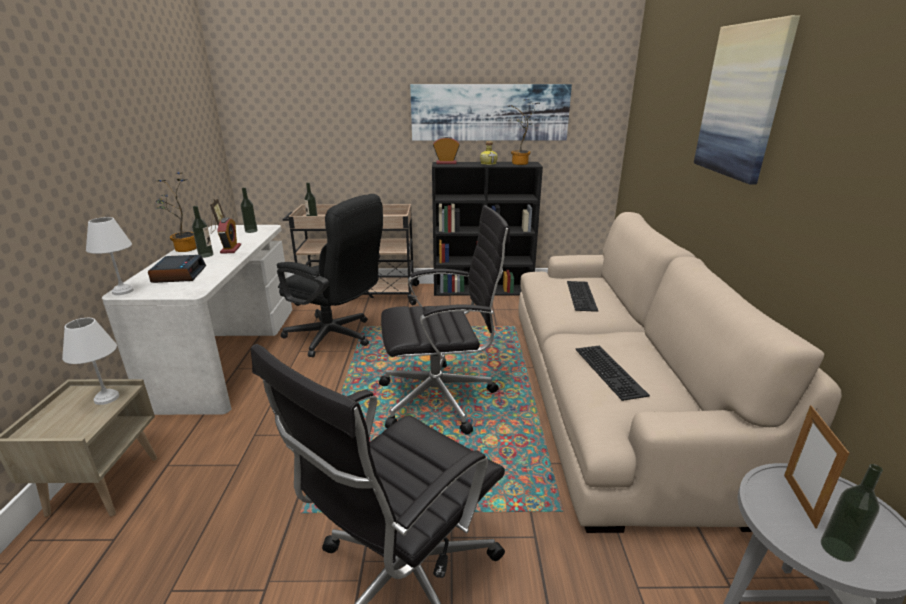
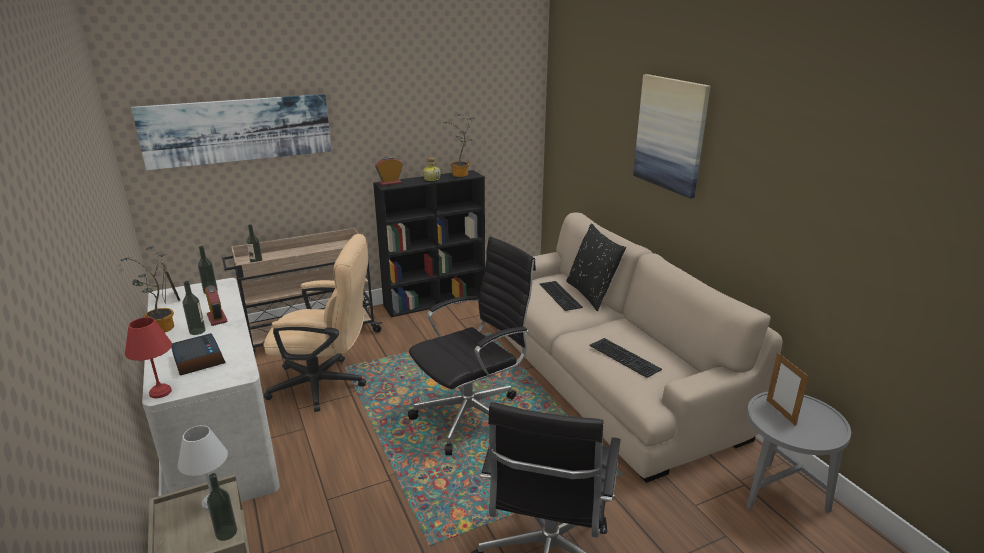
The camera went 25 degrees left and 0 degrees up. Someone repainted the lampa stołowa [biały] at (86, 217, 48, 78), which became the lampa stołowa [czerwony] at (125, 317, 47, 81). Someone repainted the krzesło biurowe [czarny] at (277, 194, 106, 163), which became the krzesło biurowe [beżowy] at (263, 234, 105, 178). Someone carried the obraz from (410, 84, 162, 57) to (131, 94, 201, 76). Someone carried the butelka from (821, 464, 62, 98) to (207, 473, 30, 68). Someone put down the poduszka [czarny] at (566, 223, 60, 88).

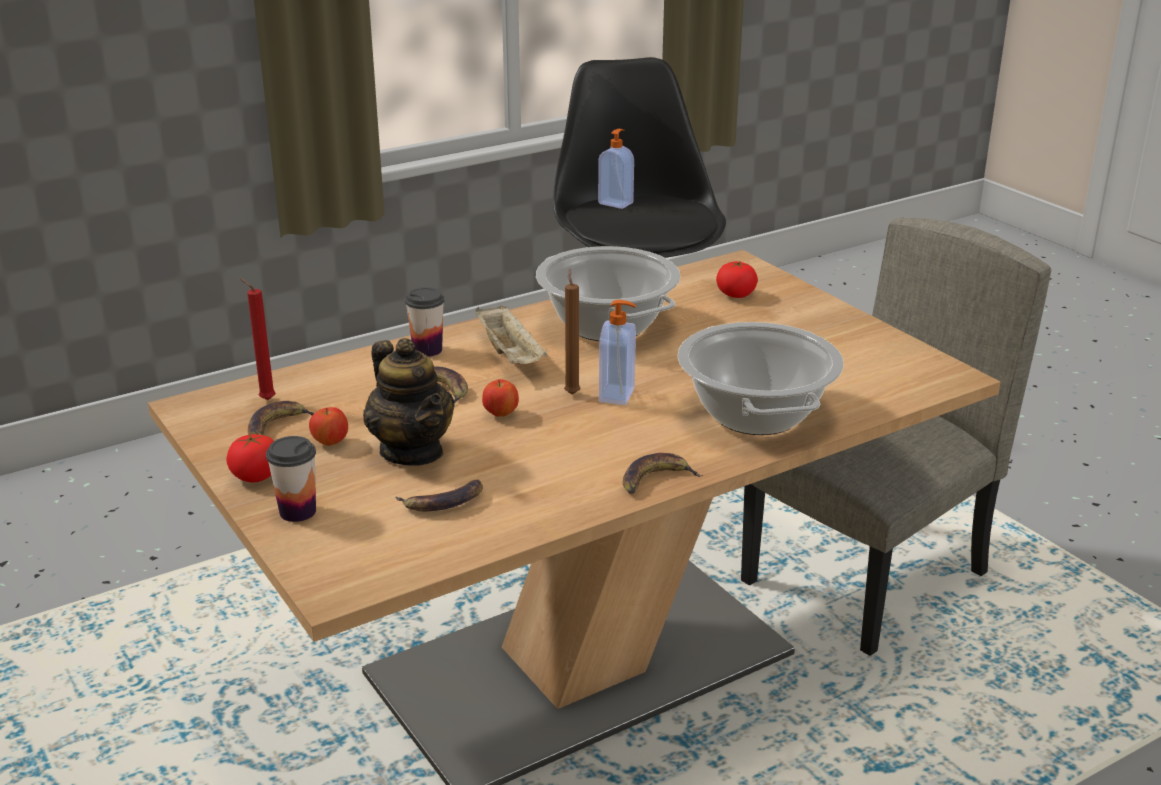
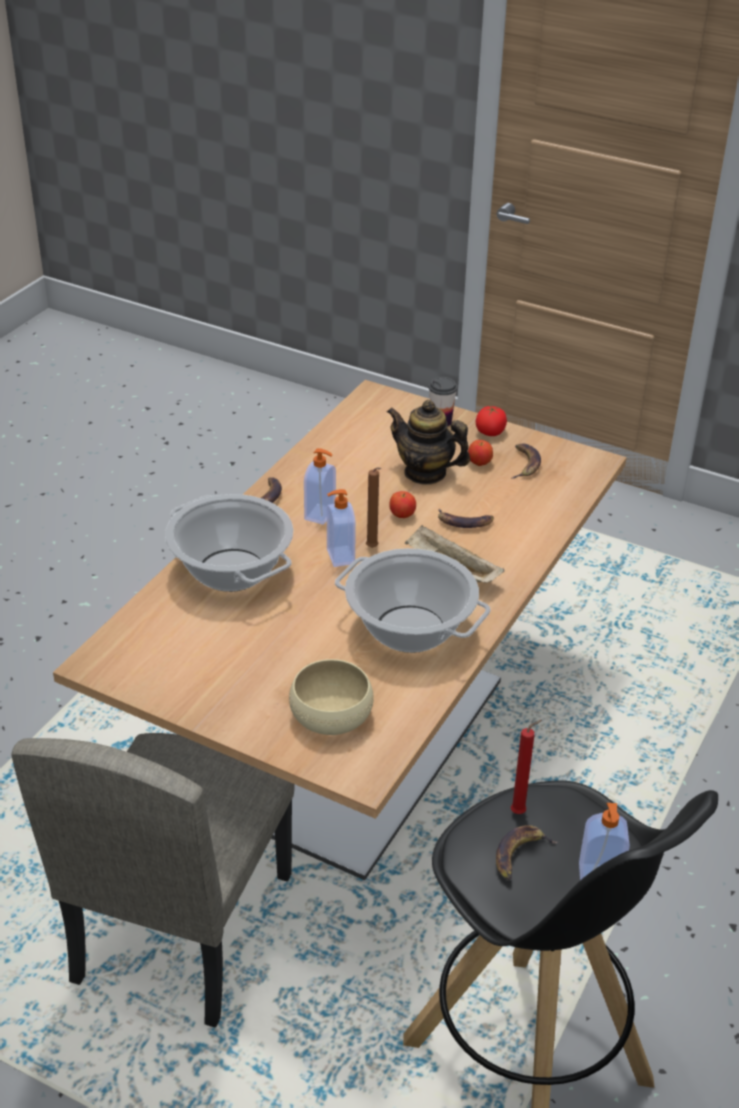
The camera went 150 degrees right and 10 degrees up. Someone carried the świeca [czerwony] from (239, 278, 36, 122) to (511, 720, 31, 94). Someone carried the banan from (396, 479, 87, 32) to (496, 825, 62, 55). Someone took away the filiżanka at (405, 287, 40, 70). Someone swapped the pomidor at (716, 261, 42, 37) for the miska [beżowy] at (289, 659, 85, 76). Someone put down the dozownik mydła at (304, 448, 32, 77).

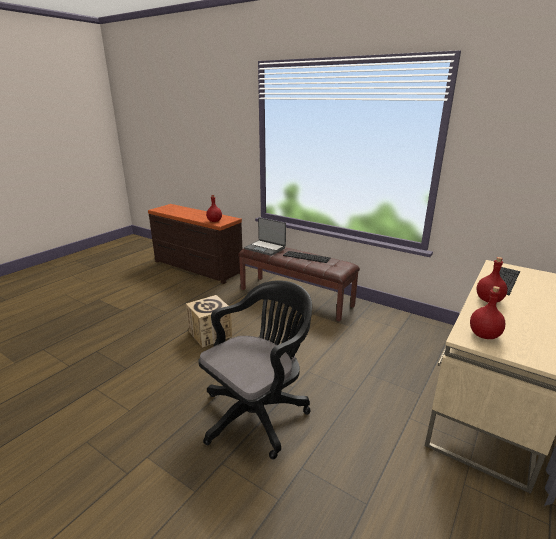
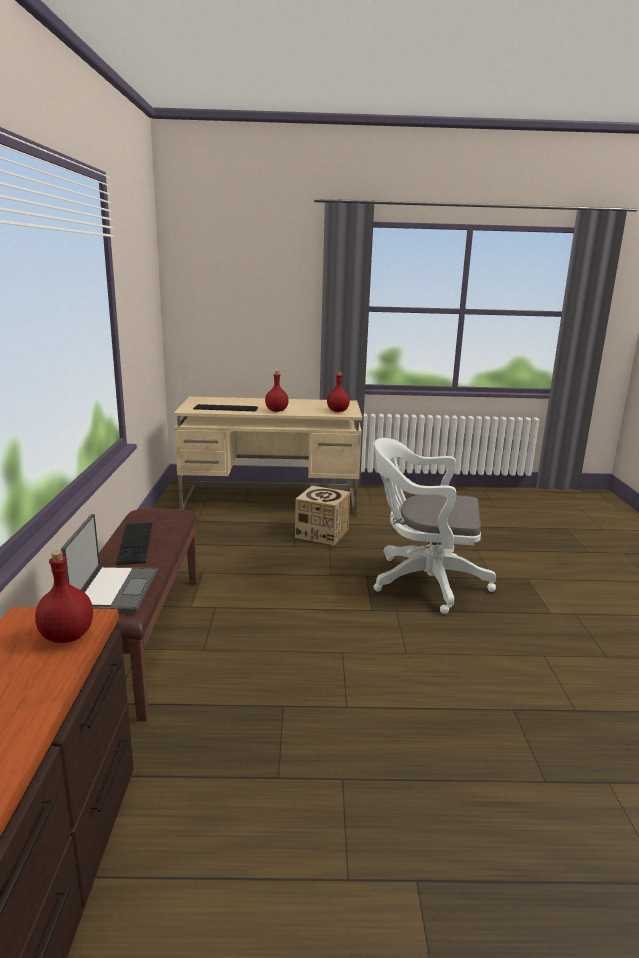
The camera went 125 degrees left and 5 degrees down. Someone carried the karton from (186, 295, 46, 53) to (295, 486, 55, 59). Someone repainted the krzesło biurowe [czarny] at (198, 280, 114, 180), which became the krzesło biurowe [biały] at (374, 438, 122, 176).

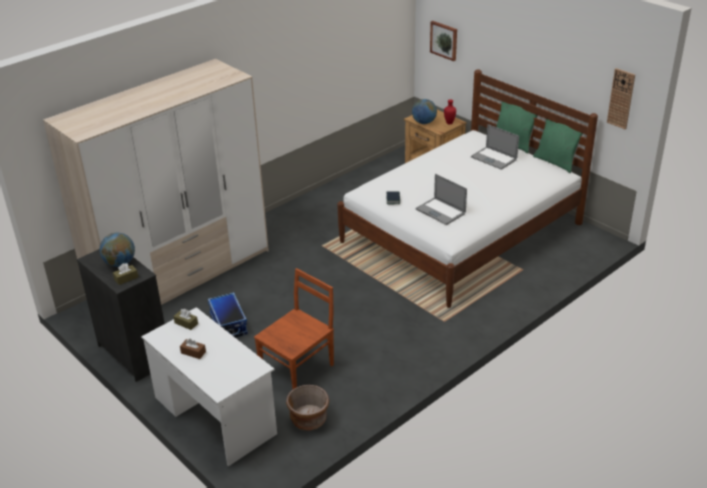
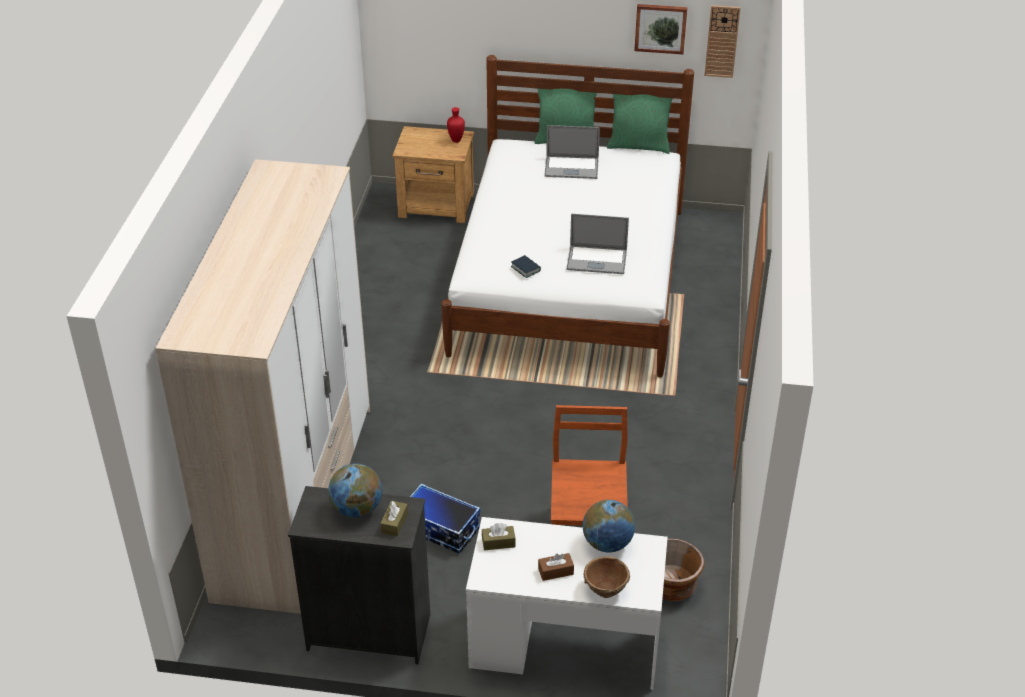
The camera went 40 degrees left and 5 degrees up. Someone carried the globus from (412, 99, 25, 25) to (583, 500, 52, 52). Someone carried the obraz from (430, 21, 27, 40) to (634, 4, 54, 50). Someone put down the miska [brązowy] at (583, 556, 47, 42).

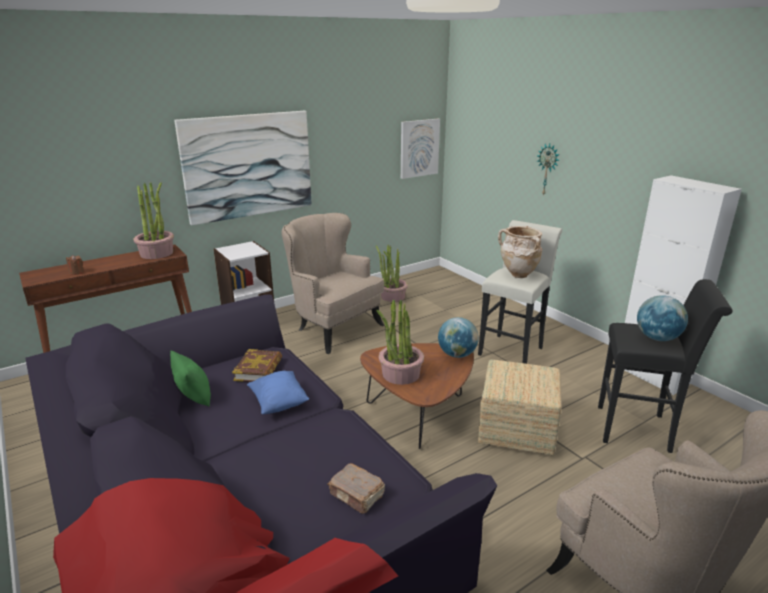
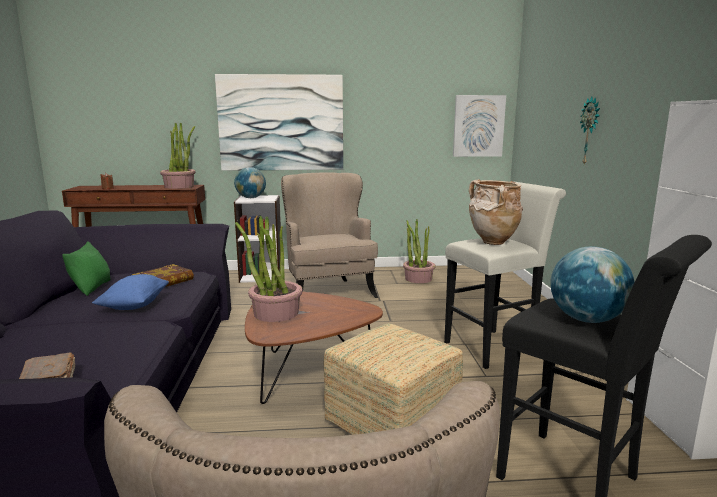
The camera went 30 degrees right and 10 degrees down. Someone carried the globus from (438, 317, 41, 41) to (234, 167, 32, 31).

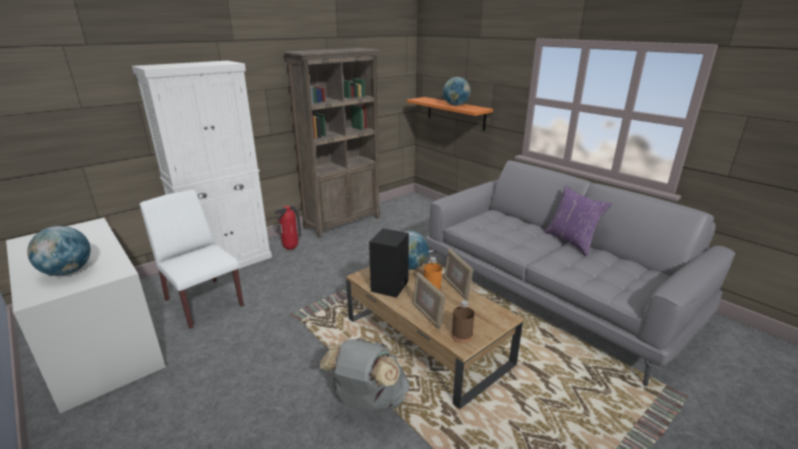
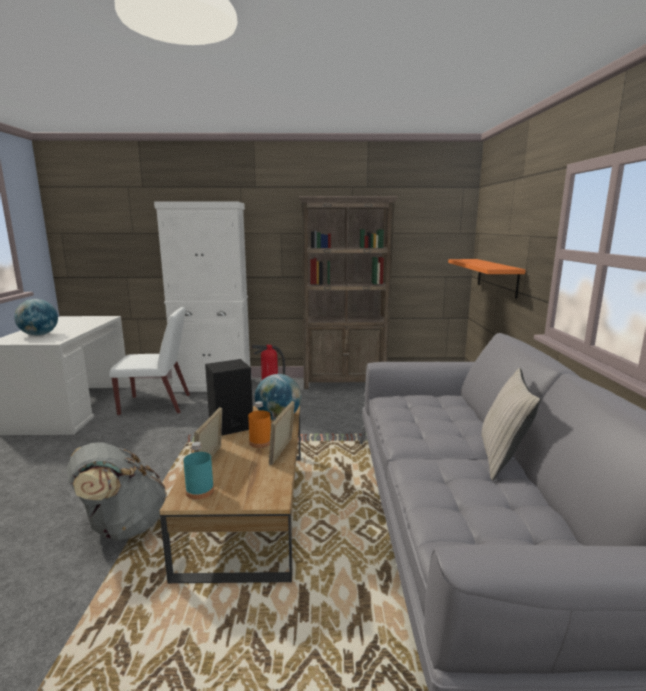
The camera went 40 degrees right and 10 degrees down. Someone rotated the krzesło [biały] at (140, 190, 104, 139) by 90 degrees clockwise. Someone took away the globus at (443, 77, 28, 29). Someone repainted the butelka [brązowy] at (451, 300, 23, 43), which became the butelka [turkusowy] at (183, 442, 31, 58). Someone repainted the poduszka [fioletowy] at (544, 185, 68, 71), which became the poduszka [beżowy] at (481, 368, 60, 113).

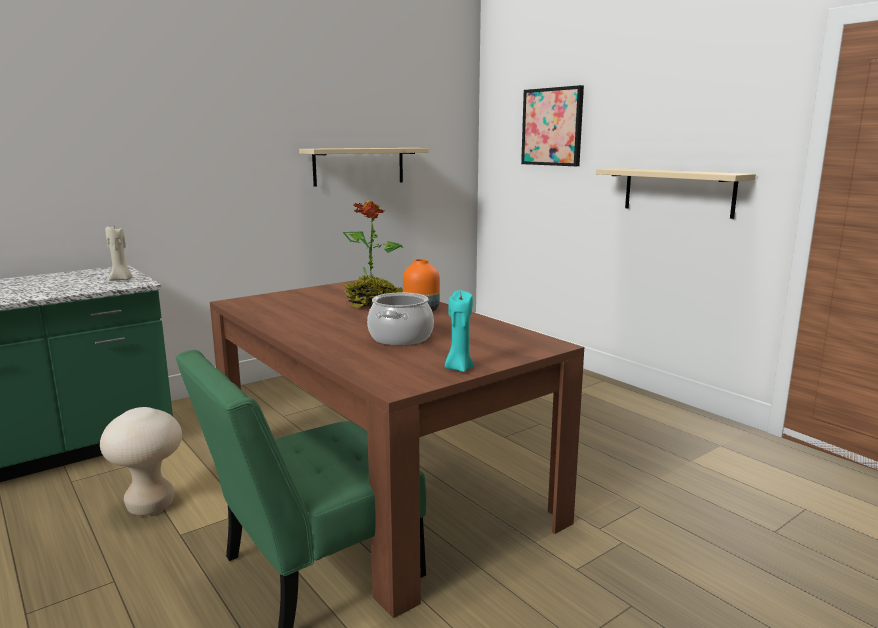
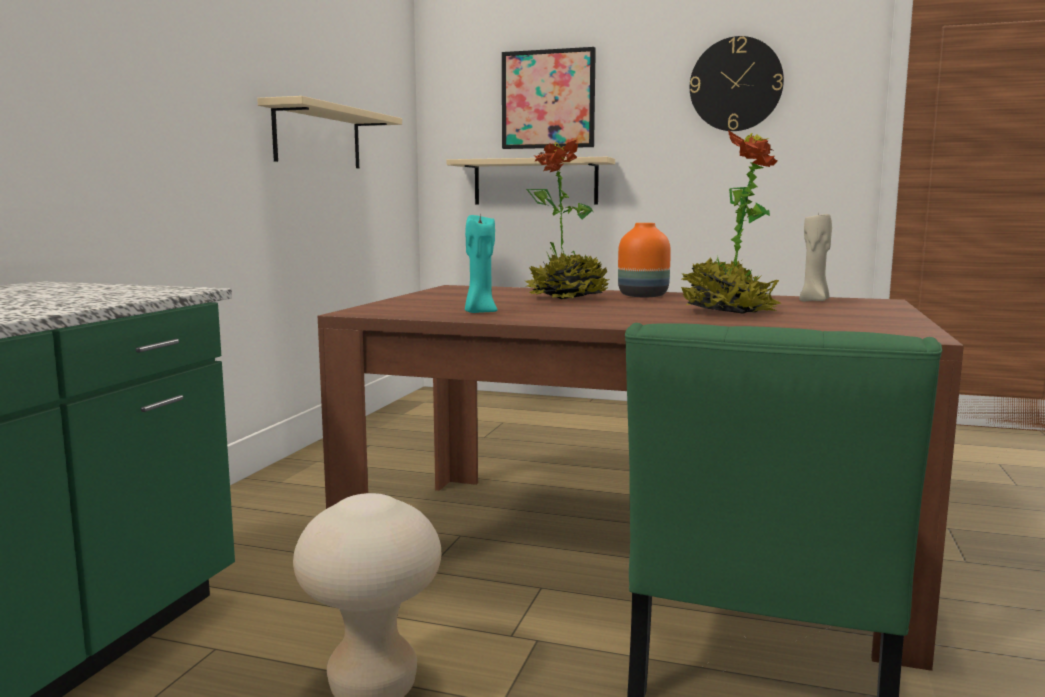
The camera went 35 degrees left and 5 degrees down. Someone carried the świeca [beżowy] from (105, 227, 27, 54) to (799, 214, 33, 87). Someone swapped the garnek at (367, 292, 67, 53) for the roślina doniczkowa at (681, 130, 100, 184). Someone carried the świeca [turkusowy] from (445, 290, 29, 82) to (465, 215, 32, 98). Someone carried the półka [beżowy] from (596, 168, 160, 51) to (447, 157, 168, 48). Someone put up the zegar ścienny at (690, 36, 94, 95).

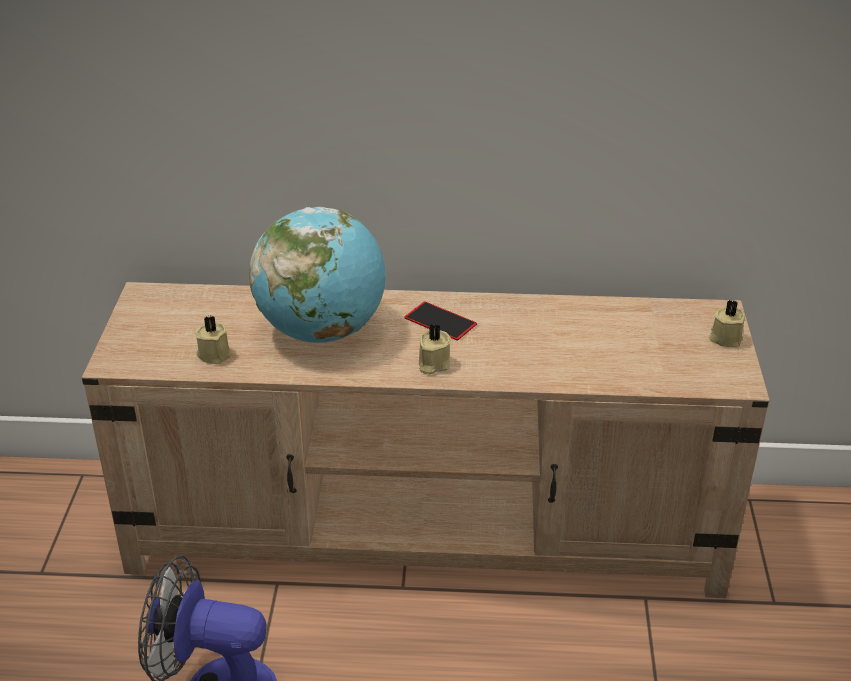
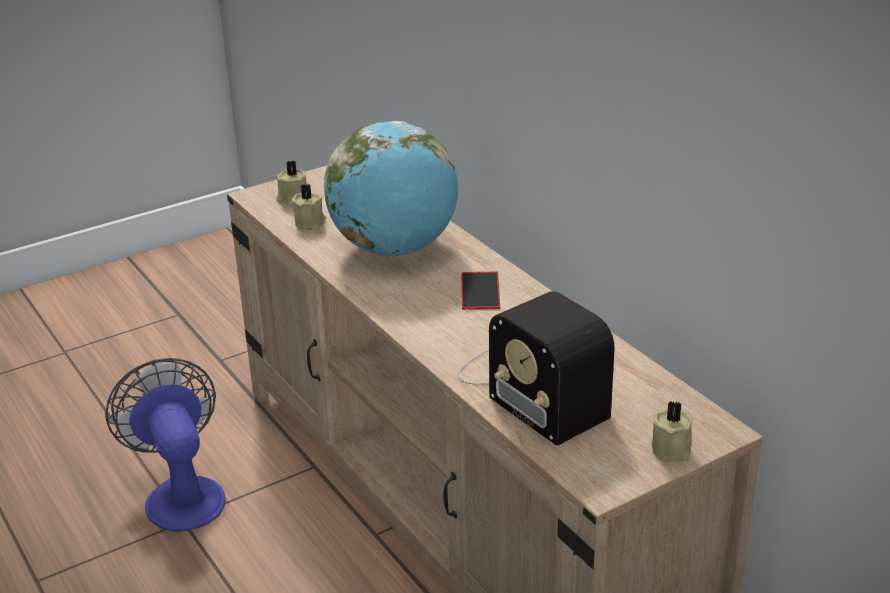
The camera went 55 degrees right and 5 degrees down. Someone carried the świeca [beżowy] from (419, 324, 32, 51) to (276, 160, 31, 45). Someone put down the radio at (458, 291, 156, 155).

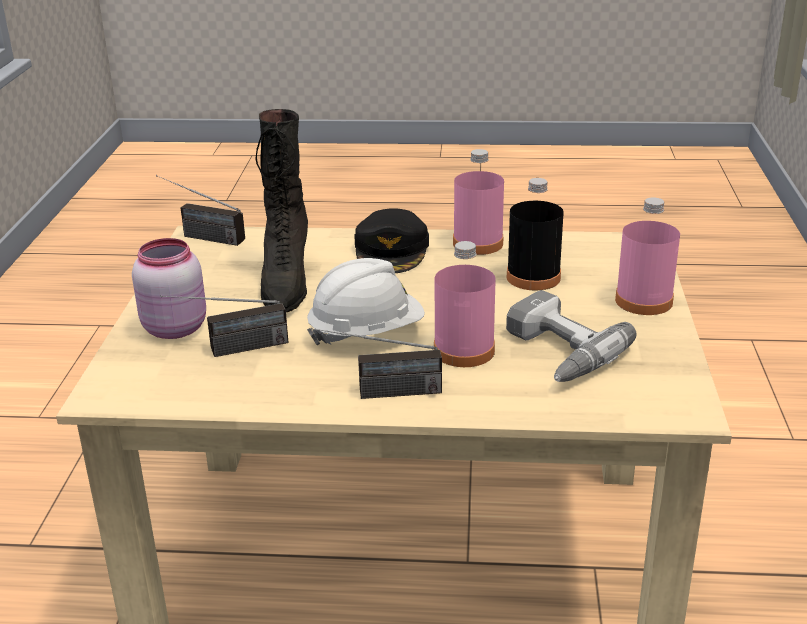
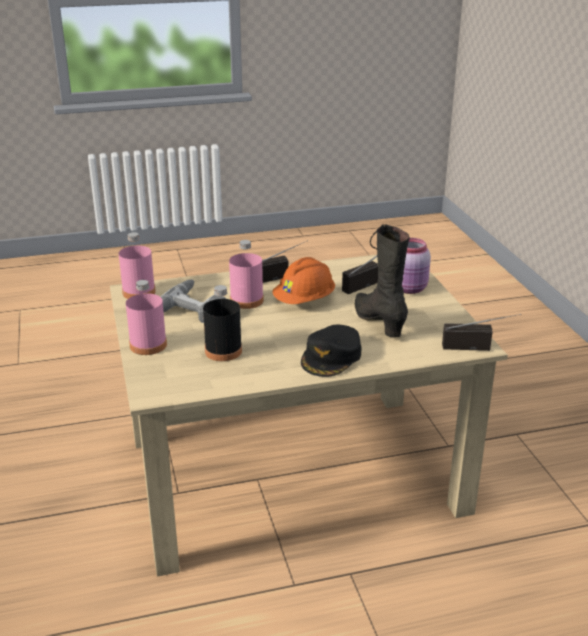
The camera went 160 degrees right and 0 degrees up. Someone repainted the kask [biały] at (307, 258, 118, 87), which became the kask [pomarańczowy] at (272, 257, 63, 47). Someone rotated the czapka z daszkiem [czarny] at (354, 208, 75, 65) by 135 degrees counterclockwise. Someone carried the butelka [różowy] from (453, 149, 51, 106) to (119, 232, 37, 67).

